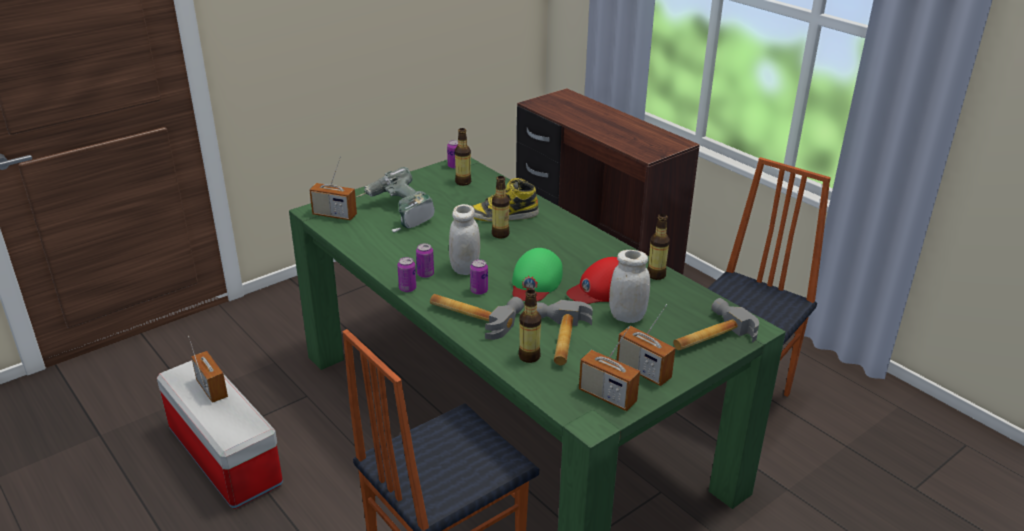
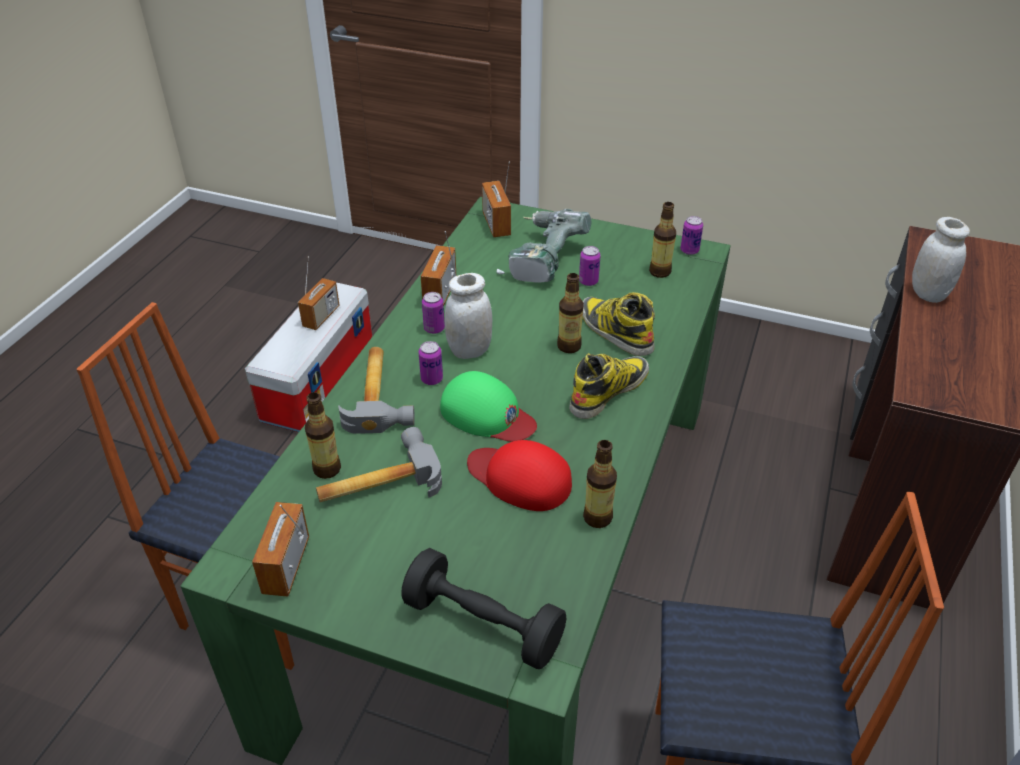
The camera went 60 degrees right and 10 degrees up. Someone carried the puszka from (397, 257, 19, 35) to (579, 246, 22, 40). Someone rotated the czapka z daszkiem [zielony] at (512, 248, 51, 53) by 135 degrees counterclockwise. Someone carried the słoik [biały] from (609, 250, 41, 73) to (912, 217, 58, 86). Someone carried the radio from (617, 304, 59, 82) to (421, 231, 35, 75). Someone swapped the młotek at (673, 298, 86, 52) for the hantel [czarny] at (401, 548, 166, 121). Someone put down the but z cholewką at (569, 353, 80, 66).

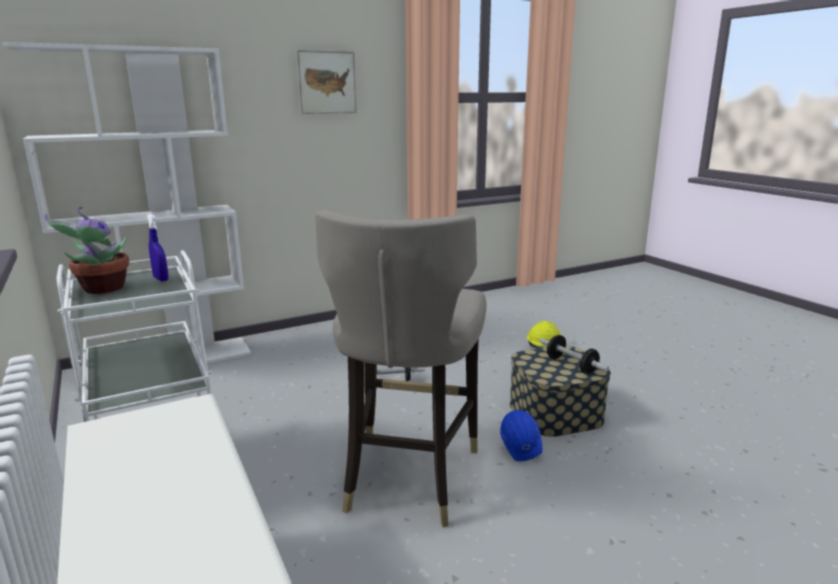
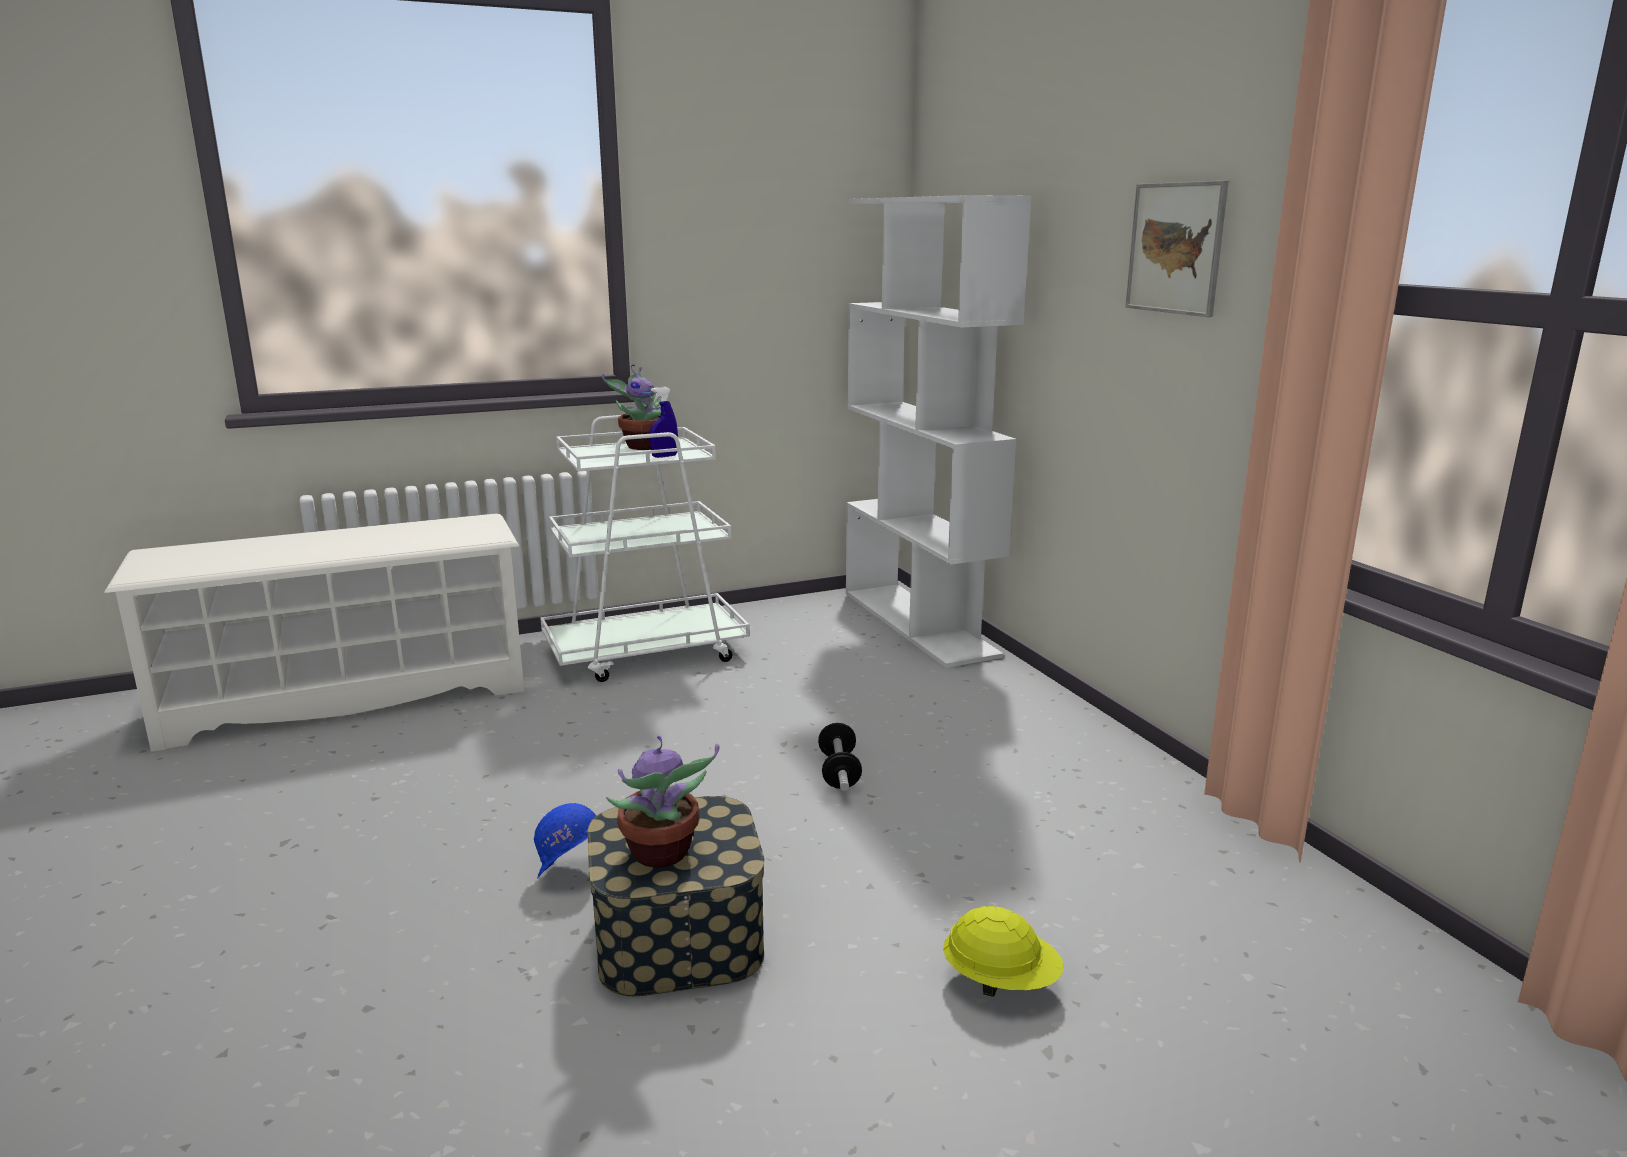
The camera went 95 degrees right and 0 degrees up. Someone took away the stołek [szary] at (315, 209, 171, 318). Someone swapped the hantel at (540, 335, 69, 39) for the roślina doniczkowa at (606, 736, 113, 132).

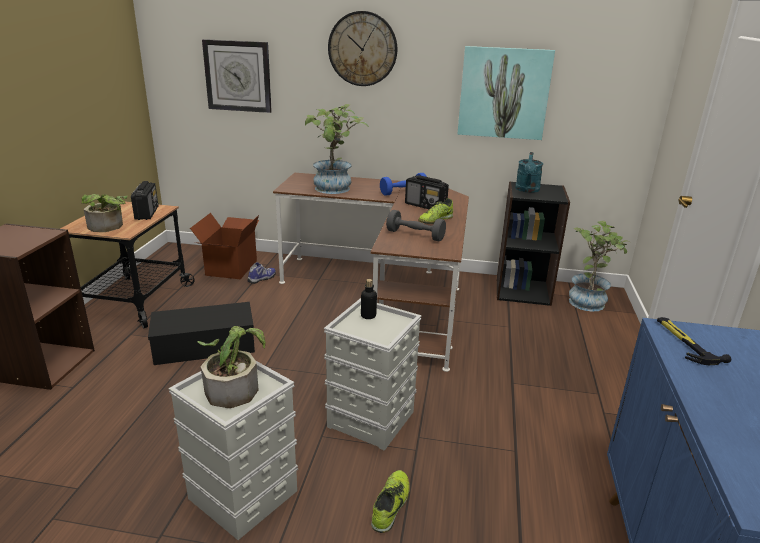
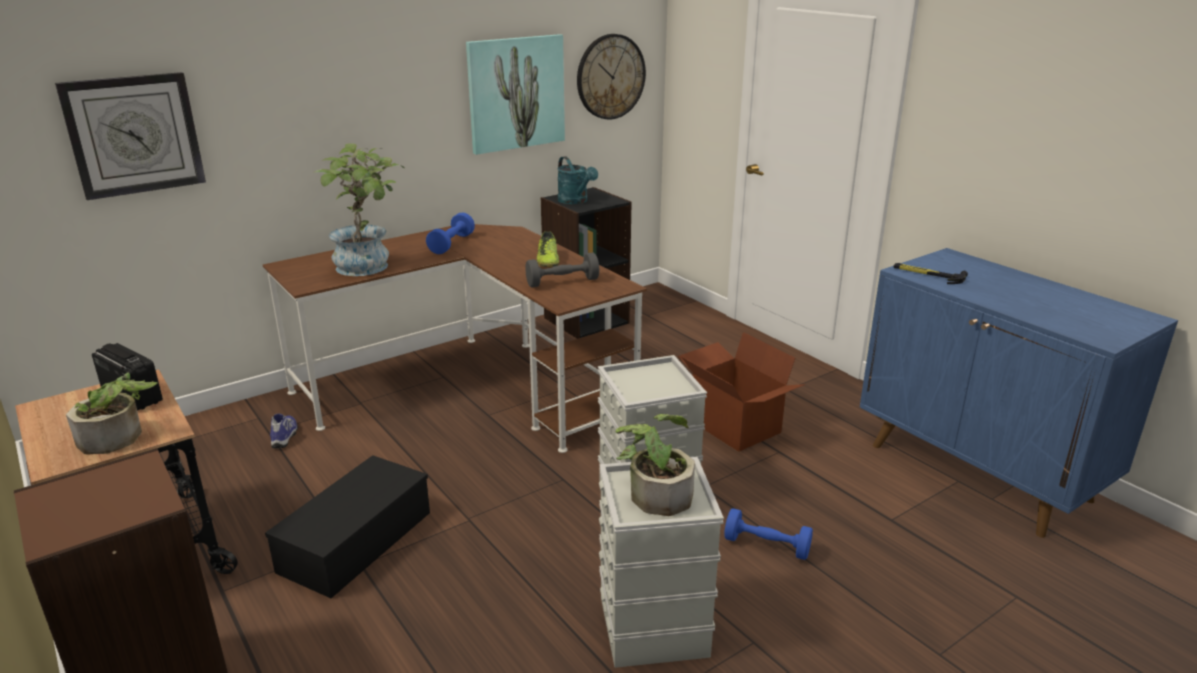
The camera went 45 degrees left and 0 degrees up. Someone carried the karton from (190, 213, 69, 66) to (678, 332, 127, 120). Someone carried the zegar ścienny from (328, 11, 69, 75) to (577, 34, 69, 86). Someone took away the butelka at (361, 279, 16, 40). Someone swapped the but at (371, 470, 39, 63) for the hantel [niebieski] at (724, 508, 89, 52). Someone took away the radio at (405, 176, 44, 33). Someone took away the roślina doniczkowa at (569, 221, 61, 91).

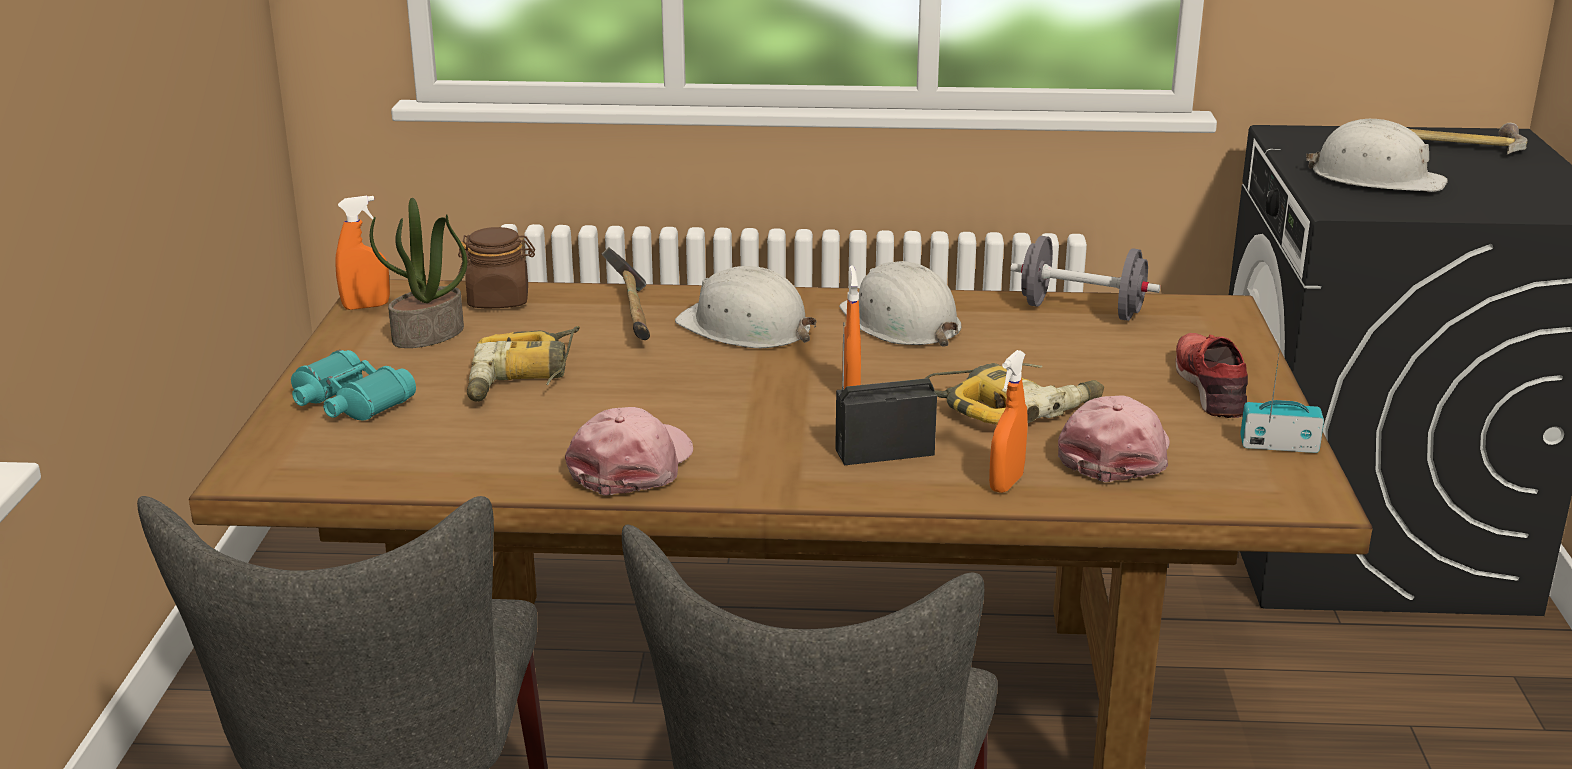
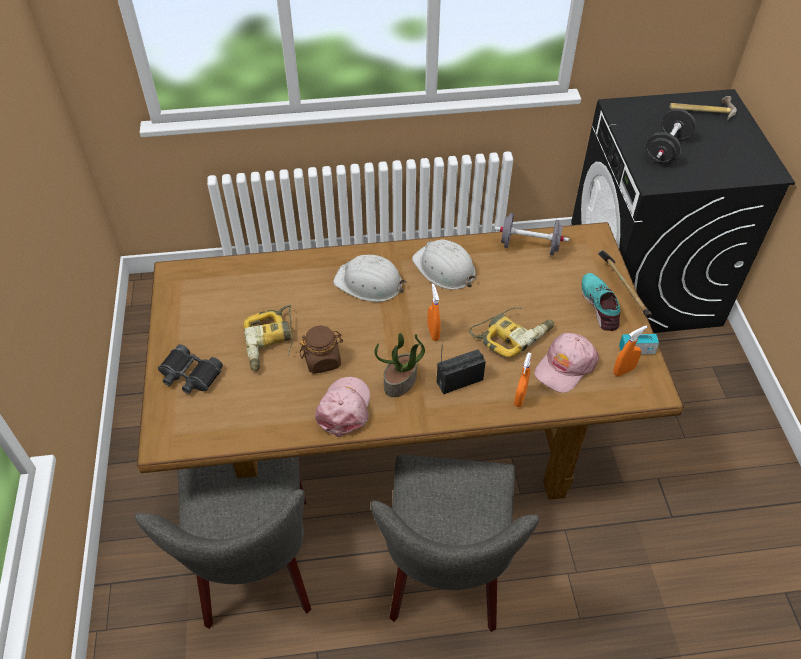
The camera went 10 degrees left and 25 degrees up. Someone repainted the lornetka [turkusowy] at (291, 350, 125, 71), which became the lornetka [czarny] at (158, 344, 65, 50). Someone carried the spryskiwacz [pomarańczowy] from (335, 196, 55, 114) to (613, 326, 34, 51). Someone carried the roślina doniczkowa from (370, 198, 97, 150) to (375, 333, 50, 64). Someone carried the słoik [brązowy] from (458, 227, 77, 81) to (300, 326, 43, 48). Someone carried the młotek from (602, 247, 48, 93) to (598, 250, 54, 68). Someone rotated the czapka z daszkiem [różowy] at (1058, 396, 112, 87) by 150 degrees counterclockwise. Someone repainted the but [czerwony] at (1175, 333, 73, 85), which became the but [turkusowy] at (581, 273, 39, 58). Someone swapped the kask [biały] at (1306, 119, 142, 73) for the hantel [czarny] at (646, 109, 50, 55).

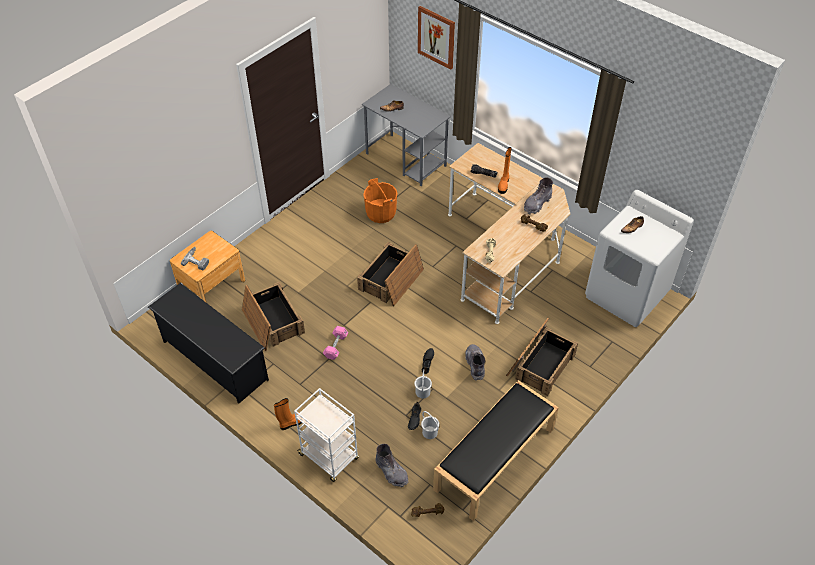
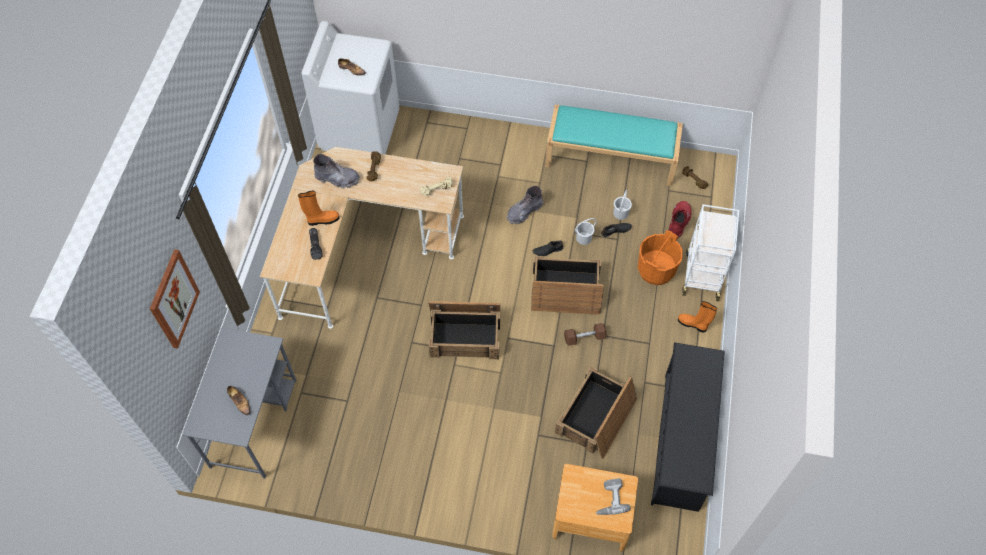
The camera went 120 degrees left and 10 degrees up. Someone repainted the hantel [różowy] at (323, 326, 25, 34), which became the hantel [brązowy] at (564, 323, 43, 23). Someone carried the wiadro [pomarańczowy] from (363, 178, 34, 45) to (638, 230, 45, 55). Someone repainted the but z cholewką [szary] at (375, 444, 33, 43), which became the but z cholewką [czerwony] at (668, 201, 24, 38). Someone repainted the ławka [czarny] at (433, 380, 126, 141), which became the ławka [turkusowy] at (545, 105, 138, 81). Someone carried the skrzynka from (506, 318, 72, 78) to (531, 256, 73, 59).

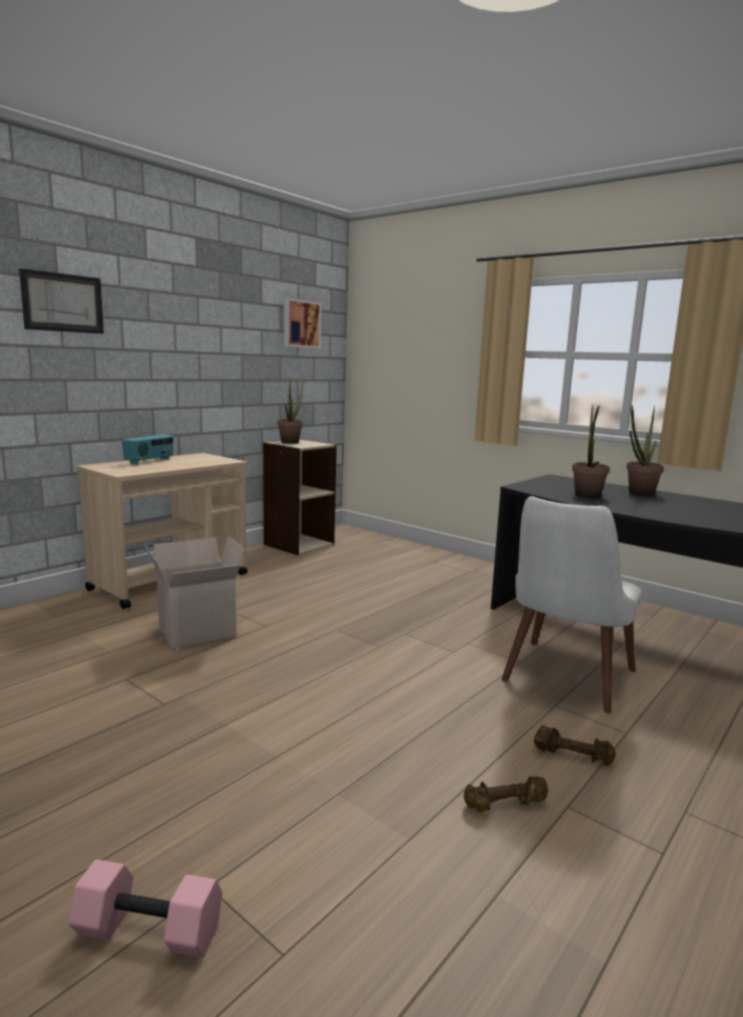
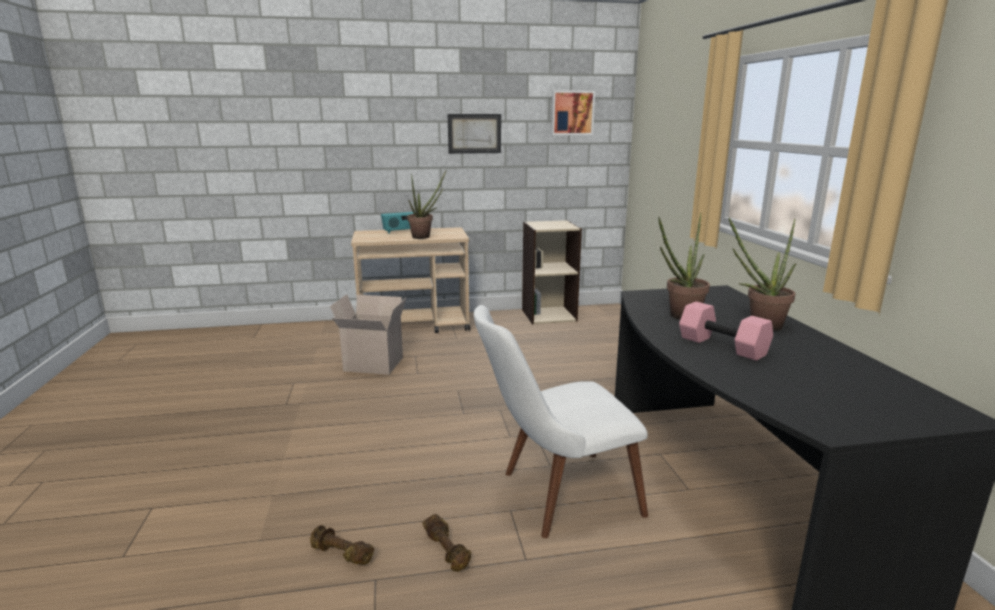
The camera went 40 degrees right and 5 degrees up. Someone carried the obraz from (19, 268, 85, 66) to (448, 114, 53, 40). Someone carried the hantel [różowy] from (68, 859, 154, 99) to (679, 302, 94, 59). Someone carried the roślina doniczkowa from (277, 375, 27, 69) to (407, 171, 39, 68).

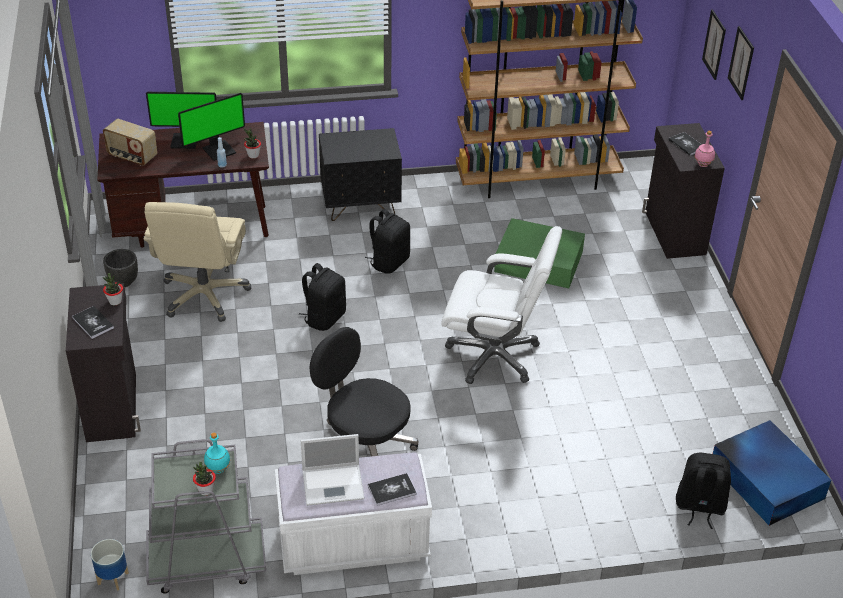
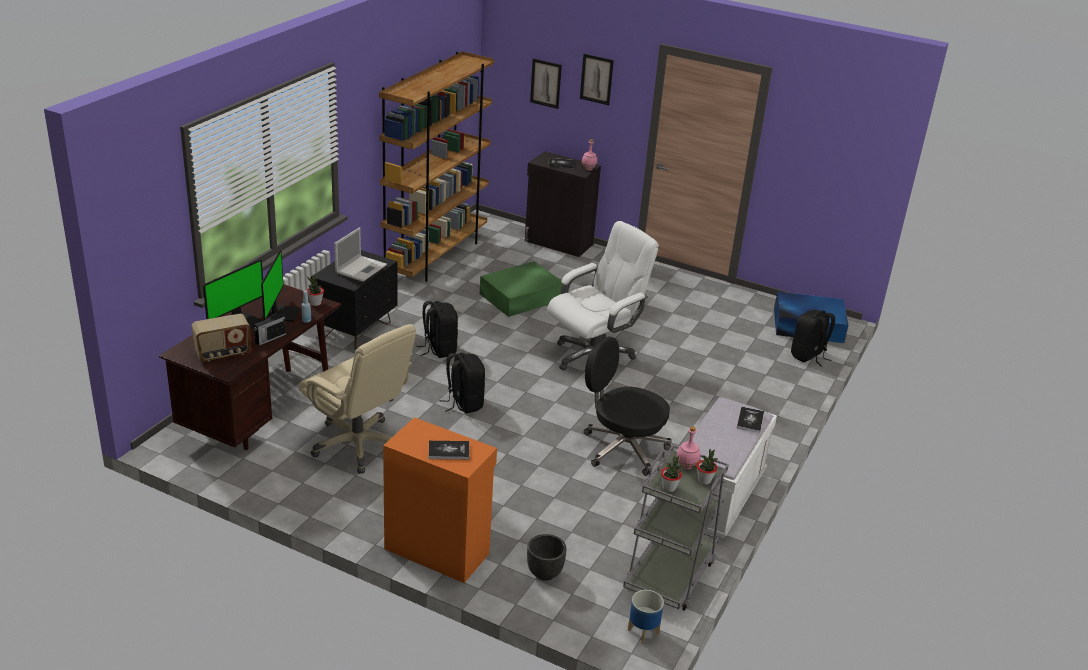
The camera went 55 degrees left and 10 degrees down. Someone repainted the szafka [czarny] at (66, 283, 75, 159), which became the szafka [pomarańczowy] at (383, 417, 114, 166). Someone carried the donica [czarny] from (103, 249, 35, 38) to (527, 534, 40, 47). Someone carried the roślina doniczkowa from (103, 273, 20, 32) to (661, 456, 22, 36). Someone repainted the butelka [turkusowy] at (204, 433, 26, 41), which became the butelka [różowy] at (676, 426, 24, 43). Someone carried the laptop from (301, 434, 63, 72) to (334, 227, 53, 55). Someone rotated the krzesło biurowe [czarny] at (310, 327, 108, 129) by 45 degrees clockwise. Someone put down the radio at (254, 311, 32, 35).

